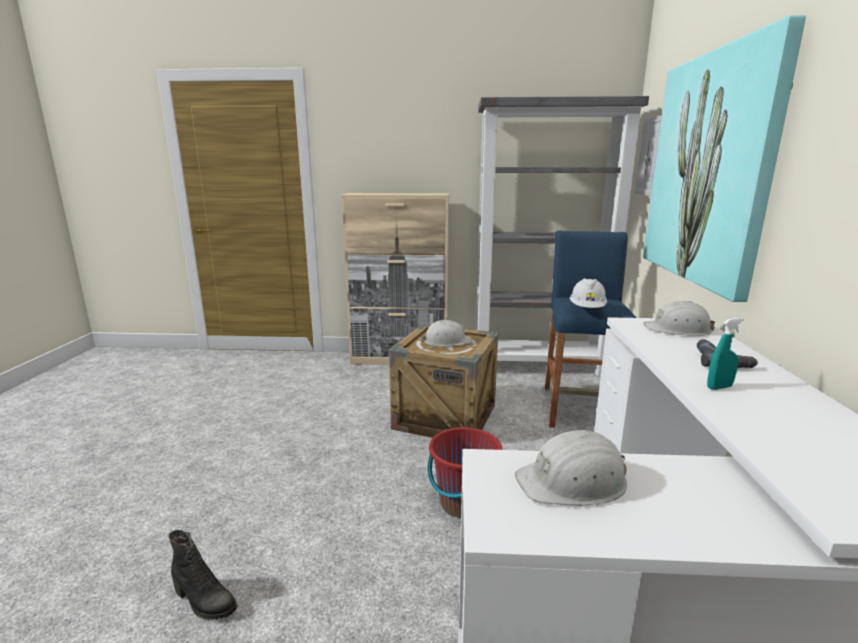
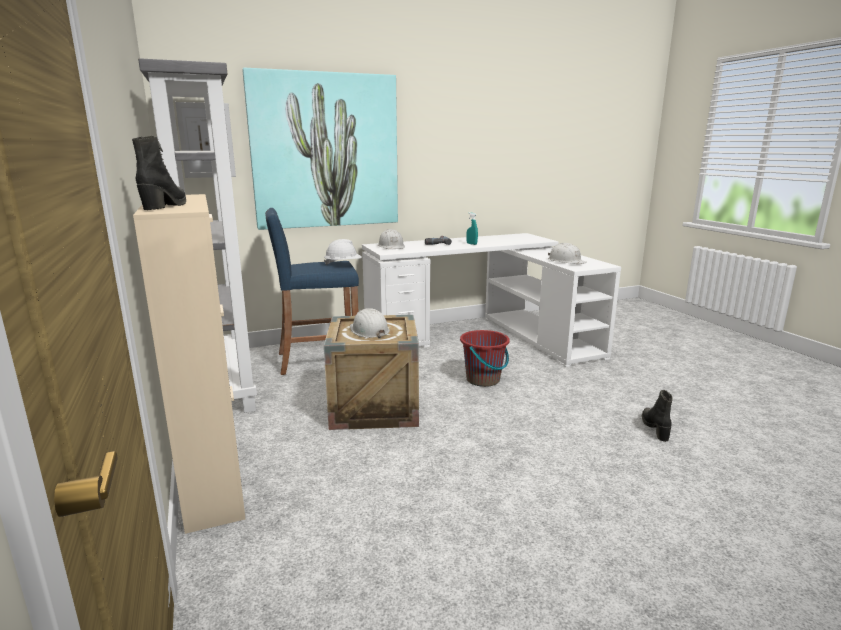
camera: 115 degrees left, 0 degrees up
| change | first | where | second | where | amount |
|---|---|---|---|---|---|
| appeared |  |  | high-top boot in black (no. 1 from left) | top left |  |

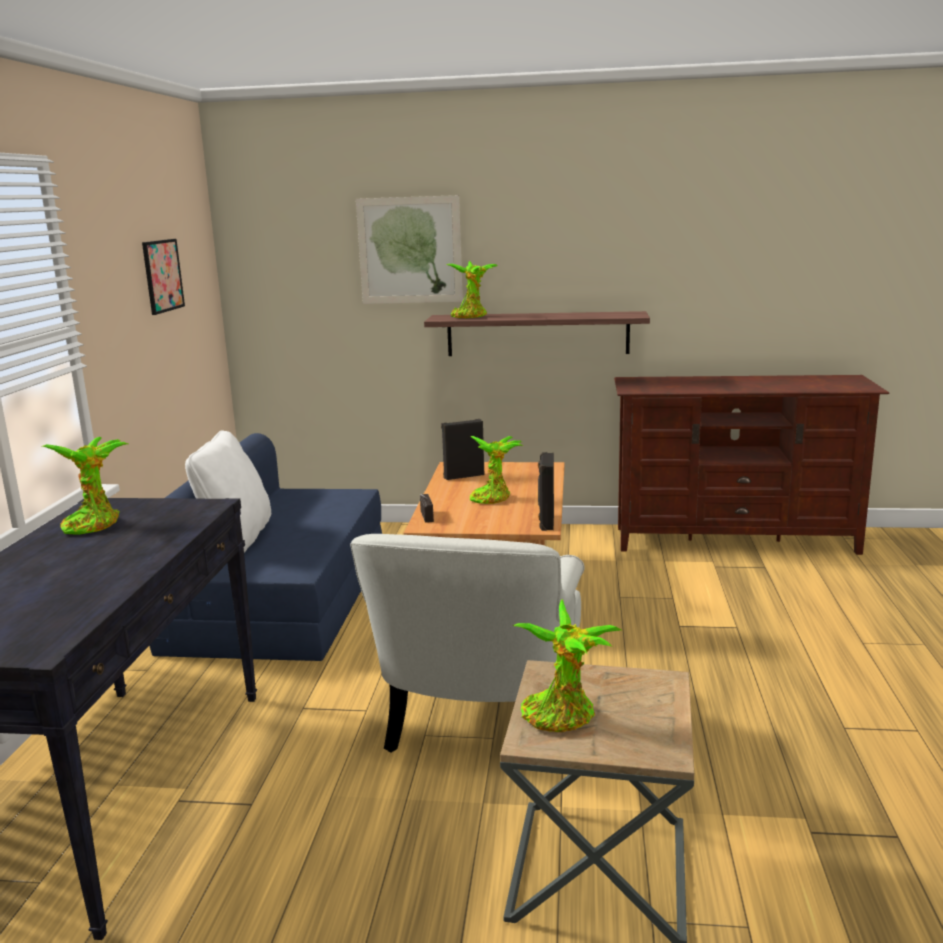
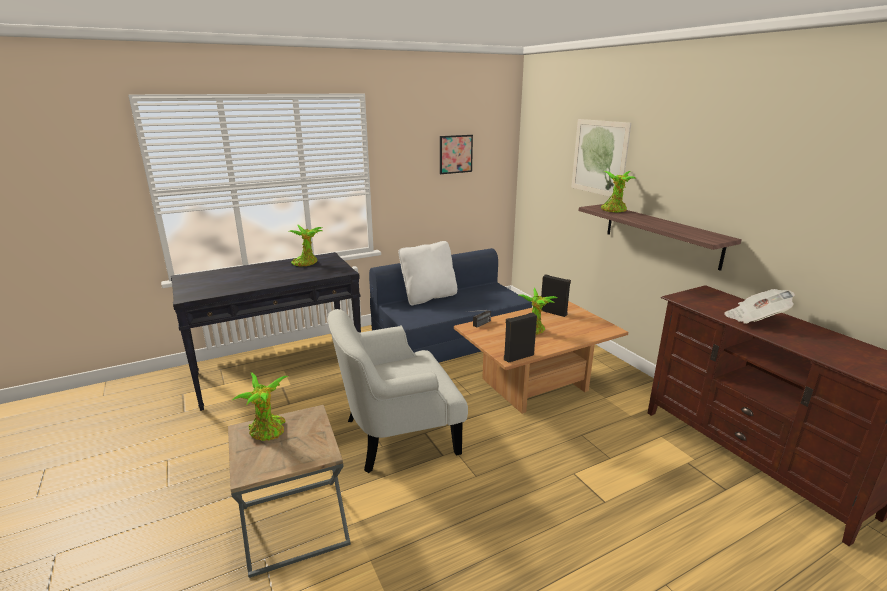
camera: 55 degrees right, 5 degrees up
| change | first | where | second | where | amount |
|---|---|---|---|---|---|
| appeared |  |  | daily paper | middle right |  |

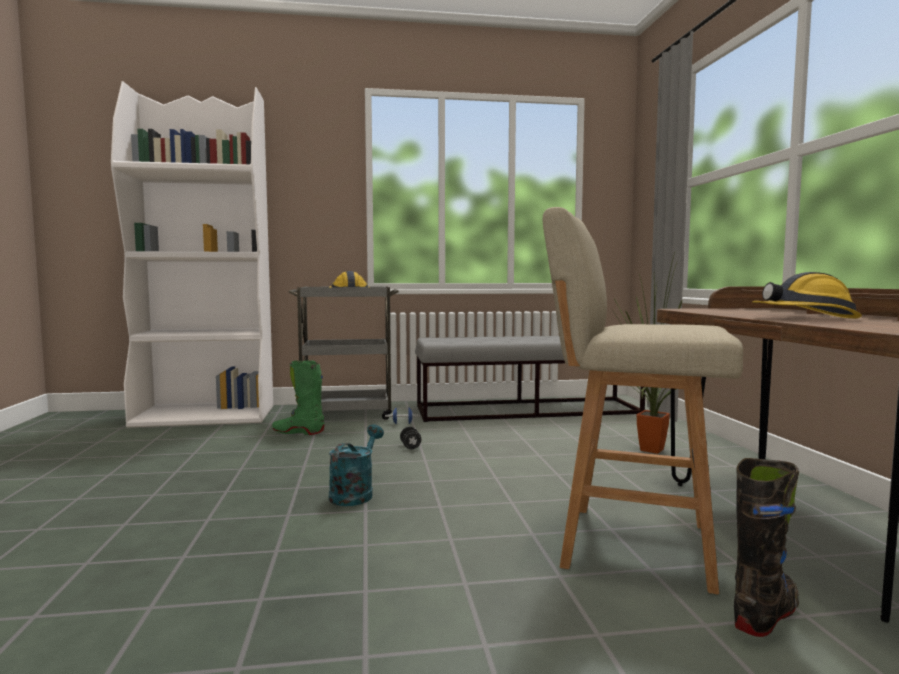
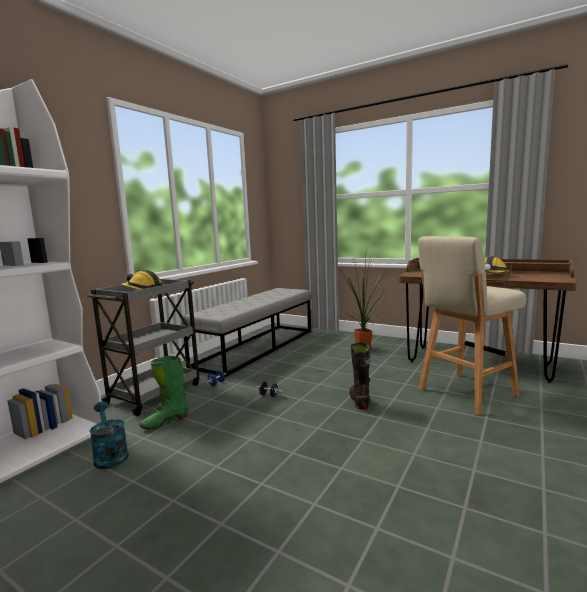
camera: 50 degrees left, 5 degrees up
| change | first | where | second | where | amount |
|---|---|---|---|---|---|
| relocated | sprinkling can in blue-green | bottom centre |  | bottom left |  |
| relocated | high-top boot in black | bottom right |  | centre |  |

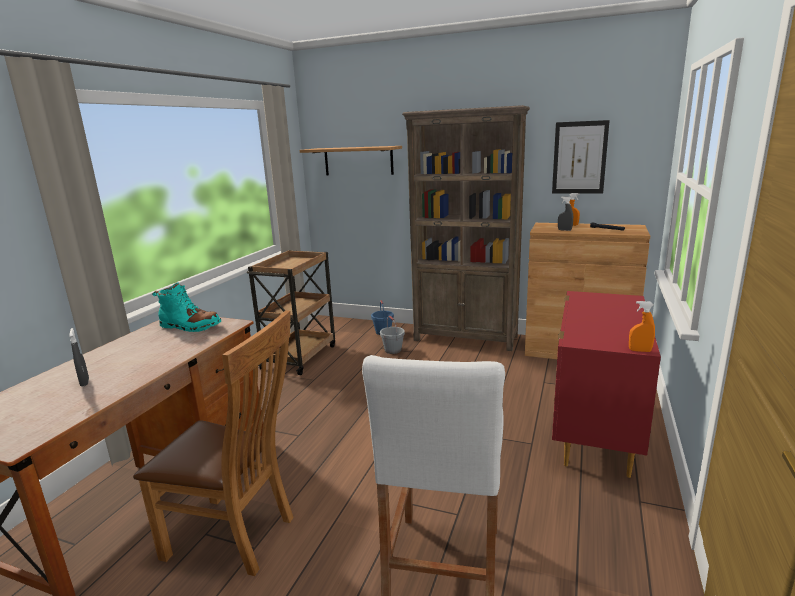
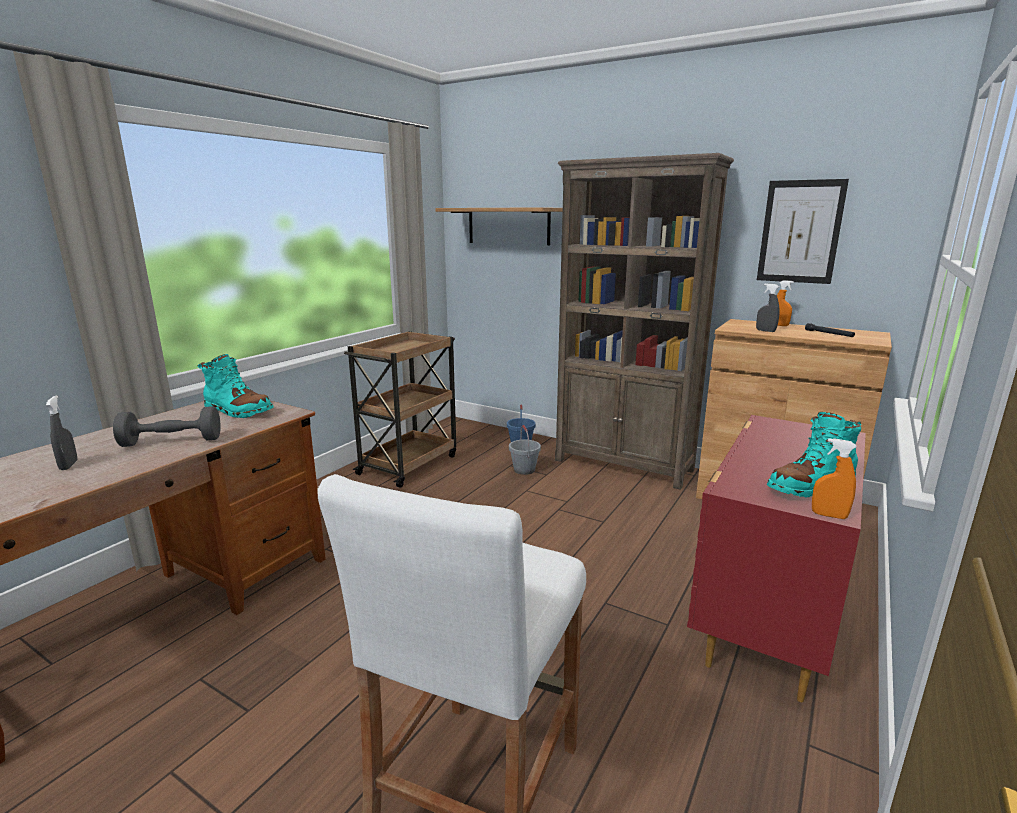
camera: 10 degrees right, 0 degrees up
| change | first | where | second | where | amount |
|---|---|---|---|---|---|
| appeared |  |  | dumbbell in grey | middle left |  |
| appeared |  |  | high-top boot in blue-green (no. 2 from left) | middle right |  |
| missing | upright chair in brown | bottom left |  |  |  |

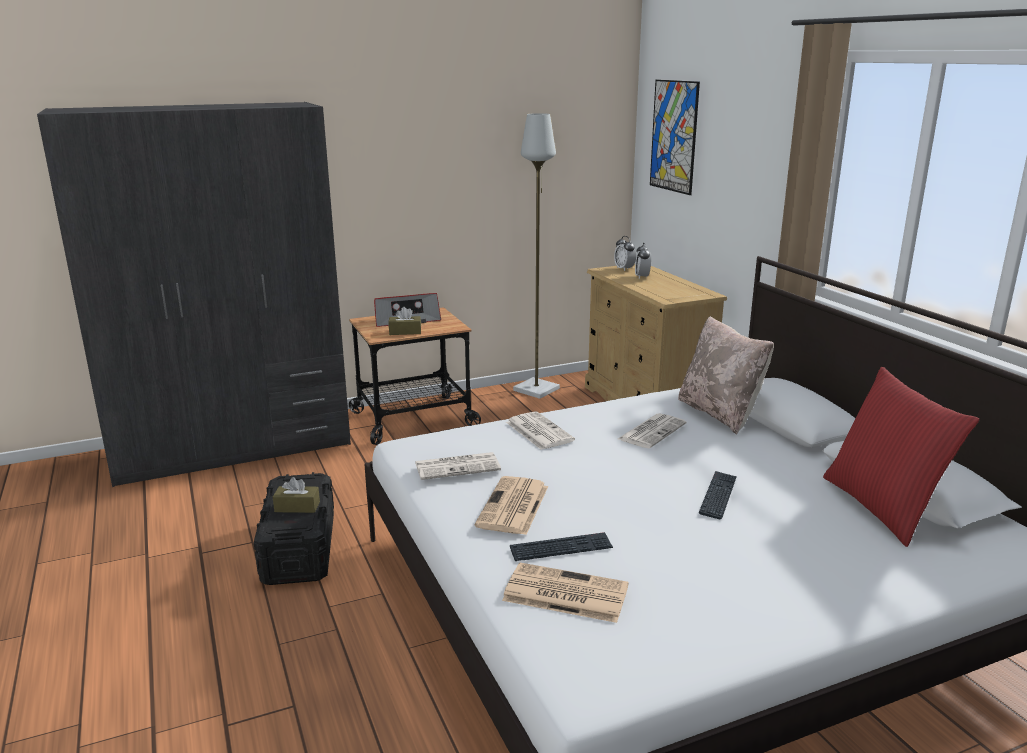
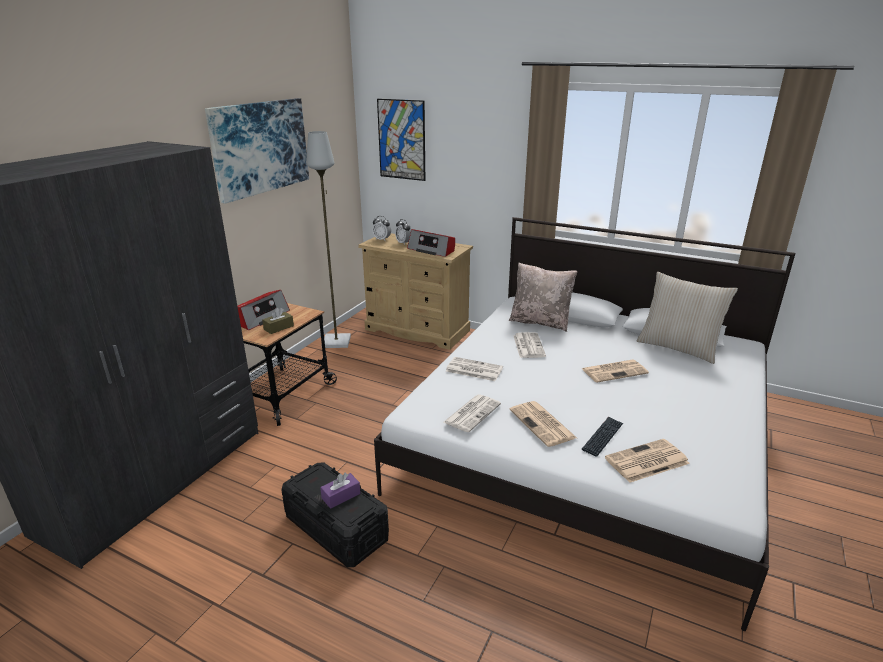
camera: 40 degrees left, 5 degrees up
| change | first | where | second | where | amount |
|---|---|---|---|---|---|
| appeared |  |  | wall picture (no. 1 from left) | top left |  |
| colour | box of tissues in brown (no. 1 from left) | middle left | box of tissues in purplish | bottom centre |  |
| appeared |  |  | radio receiver (no. 2 from left) | centre |  |
| exchanged | keyboard (no. 2 from left) | middle right | daily paper (no. 5 from left) | middle right |  |
| colour | throw pillow in red-coloured | middle right | throw pillow in sand-coloured (no. 2 from left) | middle right |  |

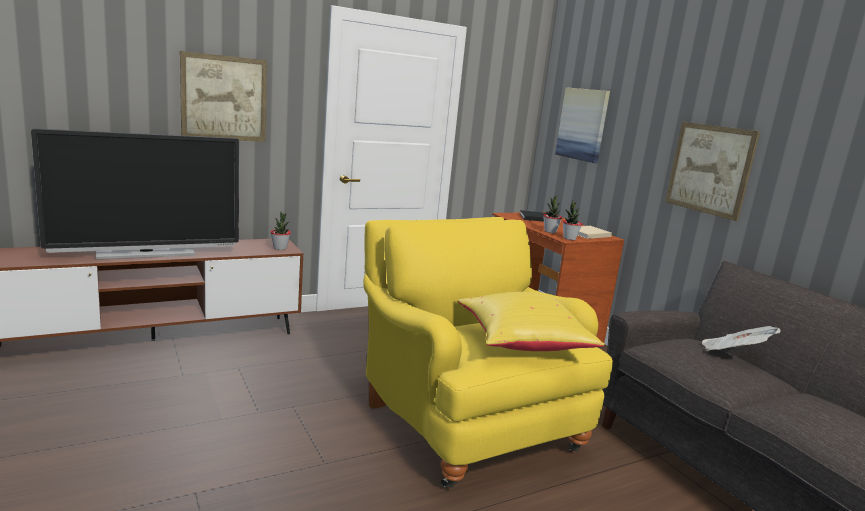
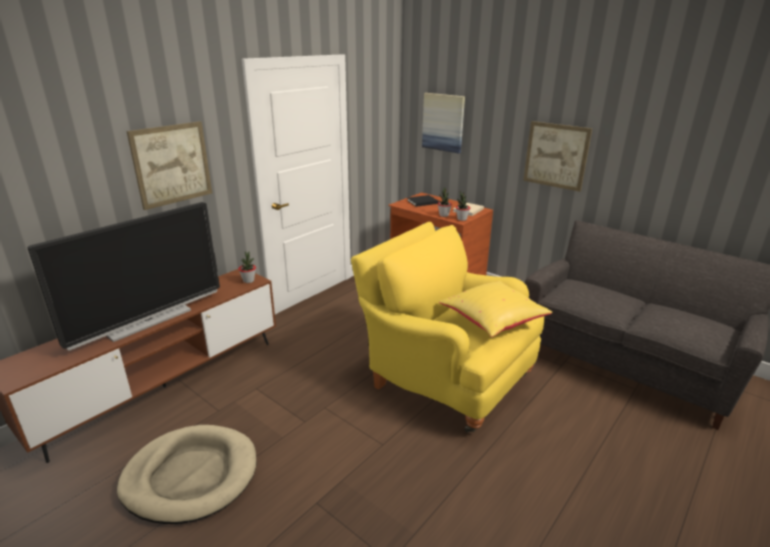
camera: 20 degrees left, 10 degrees up
| change | first | where | second | where | amount |
|---|---|---|---|---|---|
| appeared |  |  | dog bed in sand-coloured | bottom left |  |
| missing | daily paper | middle right |  |  |  |

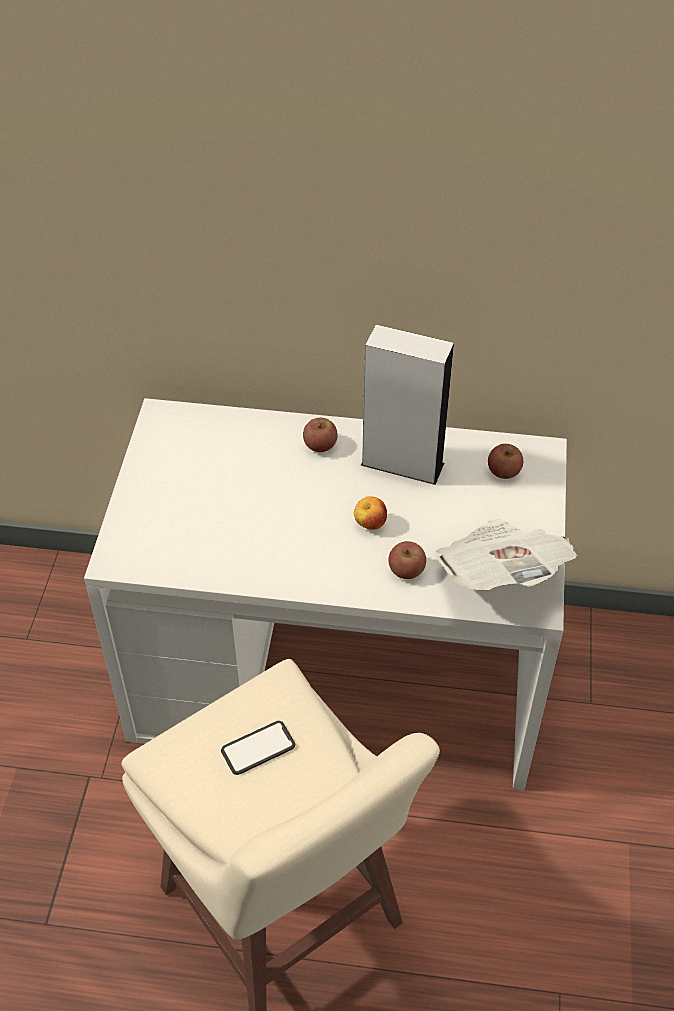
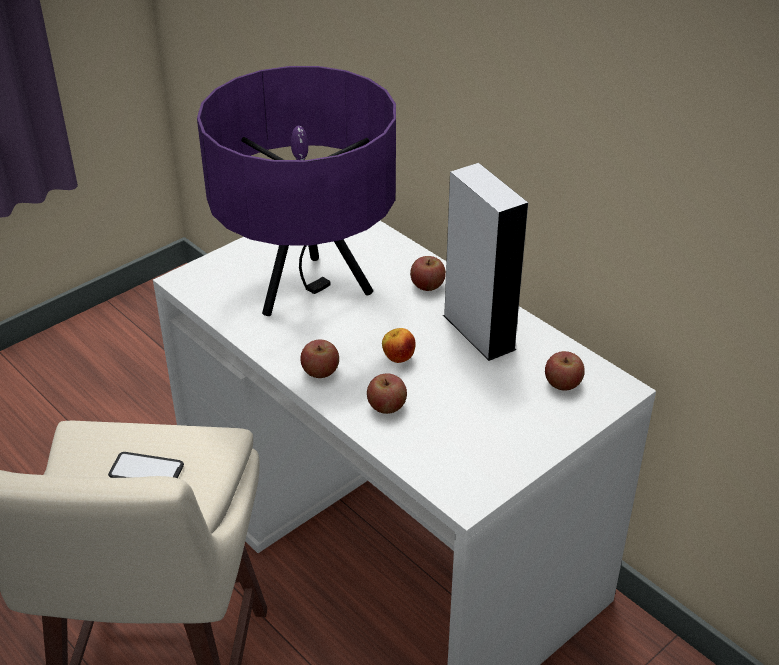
camera: 40 degrees right, 10 degrees down
| change | first | where | second | where | amount |
|---|---|---|---|---|---|
| appeared |  |  | table lamp in purplish | top centre |  |
| appeared |  |  | apple (no. 1 from left) | centre |  |
| missing | daily paper | middle right |  |  |  |

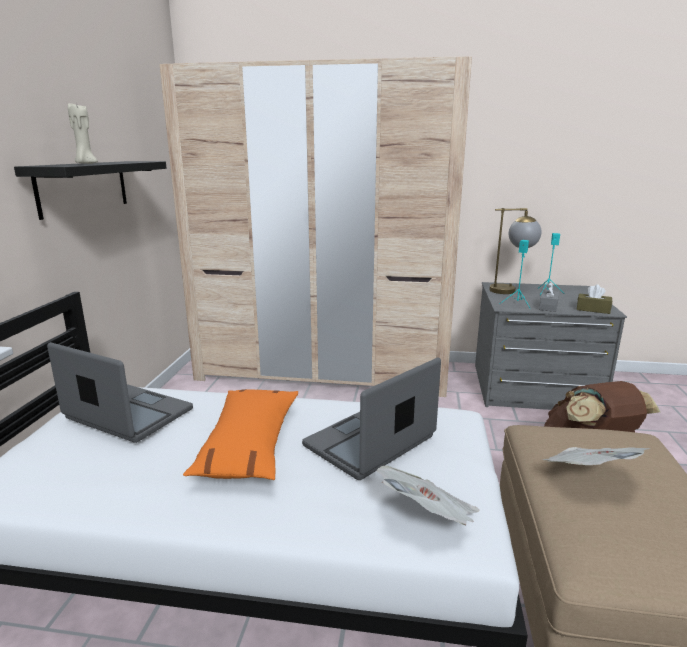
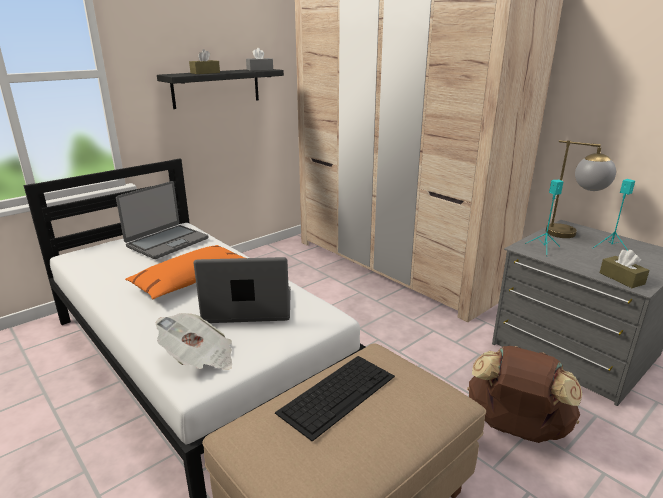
camera: 40 degrees right, 5 degrees up
| change | first | where | second | where | amount |
|---|---|---|---|---|---|
| spun | notebook computer (no. 1 from left) | middle left |  | middle left | 60 degrees clockwise |
| exchanged | candle in sand-coloured | top left | box of tissues in brown (no. 1 from left) | top left |  |
| relocated | box of tissues in grey | middle right |  | top centre |  |
| exchanged | daily paper (no. 2 from left) | bottom right | keyboard | bottom centre |  |

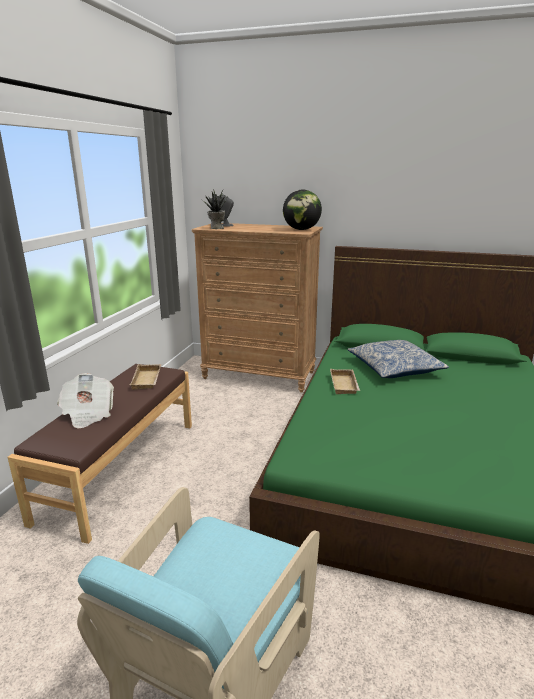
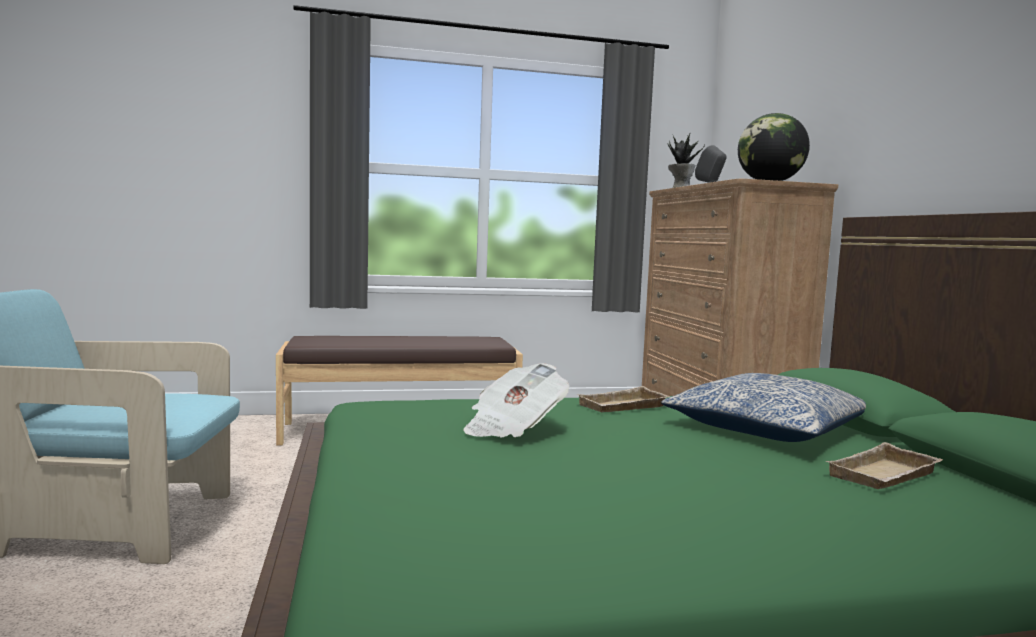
camera: 60 degrees right, 15 degrees down
| change | first | where | second | where | amount |
|---|---|---|---|---|---|
| relocated | daily paper | middle left |  | centre |  |
| relocated | tray in sand-coloured (no. 1 from left in the first image) | middle left | tray in sand-coloured (no. 2 from left) | bottom right |  |

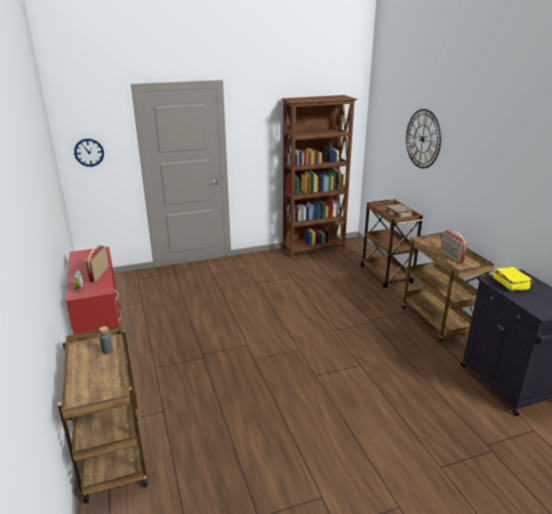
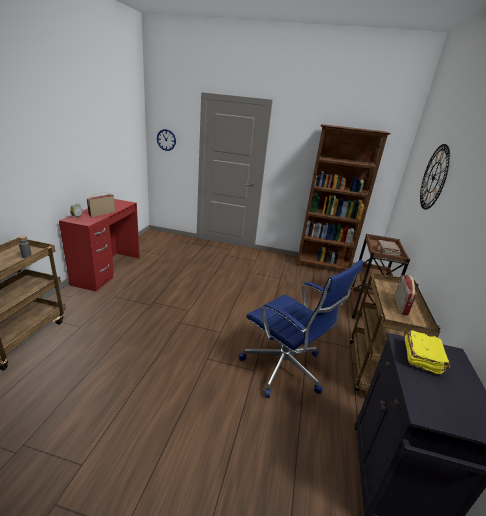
camera: 30 degrees right, 0 degrees up
| change | first | where | second | where | amount |
|---|---|---|---|---|---|
| appeared |  |  | office chair in blue | centre |  |

